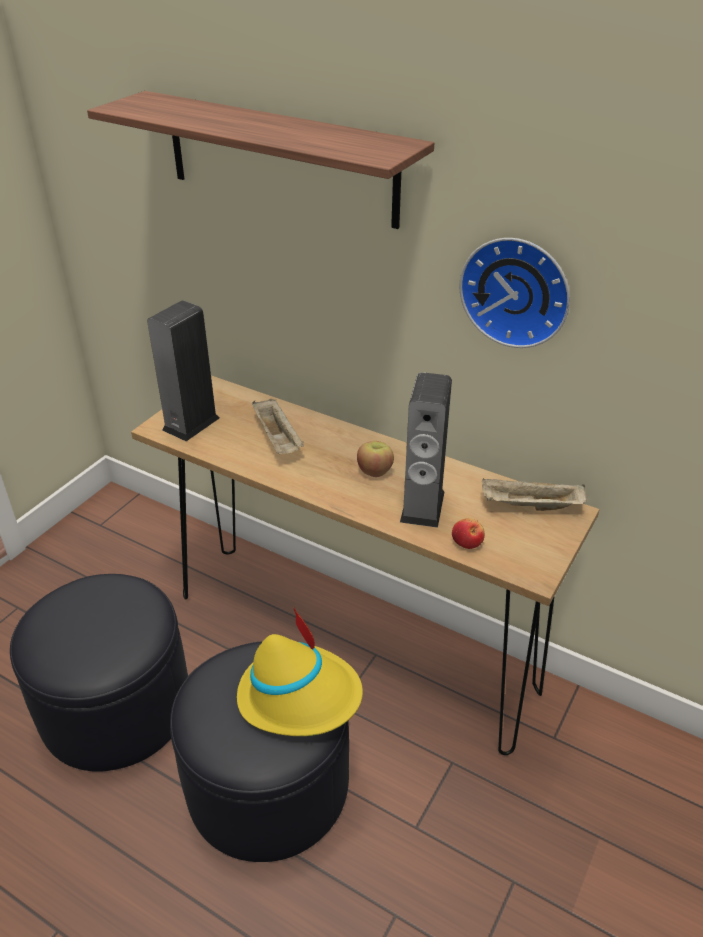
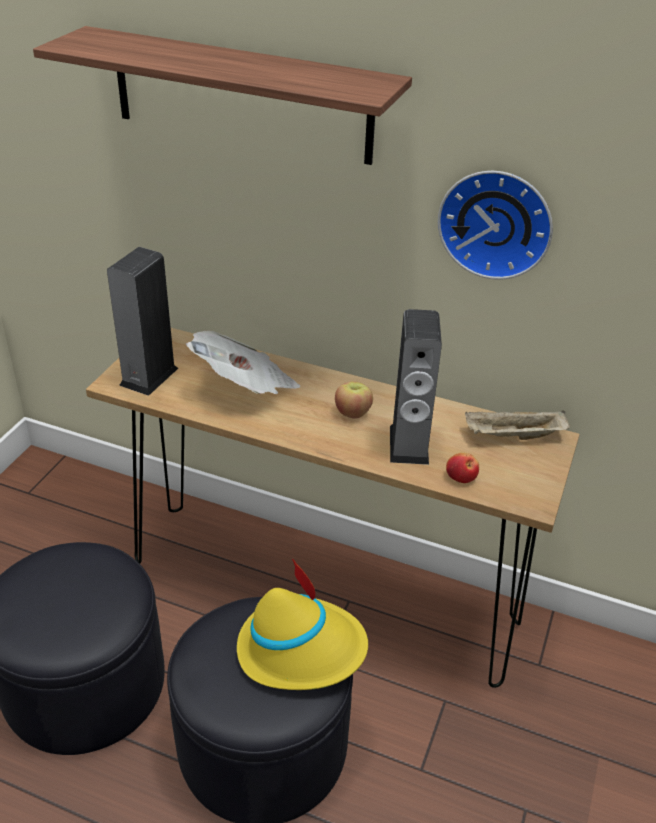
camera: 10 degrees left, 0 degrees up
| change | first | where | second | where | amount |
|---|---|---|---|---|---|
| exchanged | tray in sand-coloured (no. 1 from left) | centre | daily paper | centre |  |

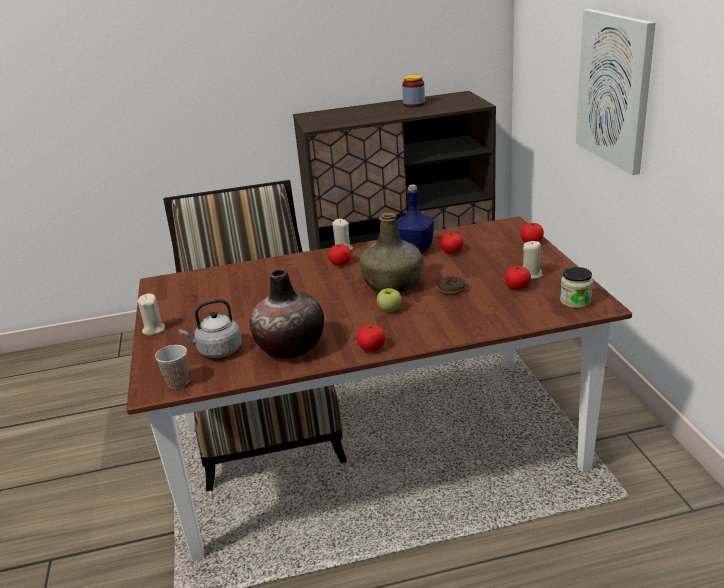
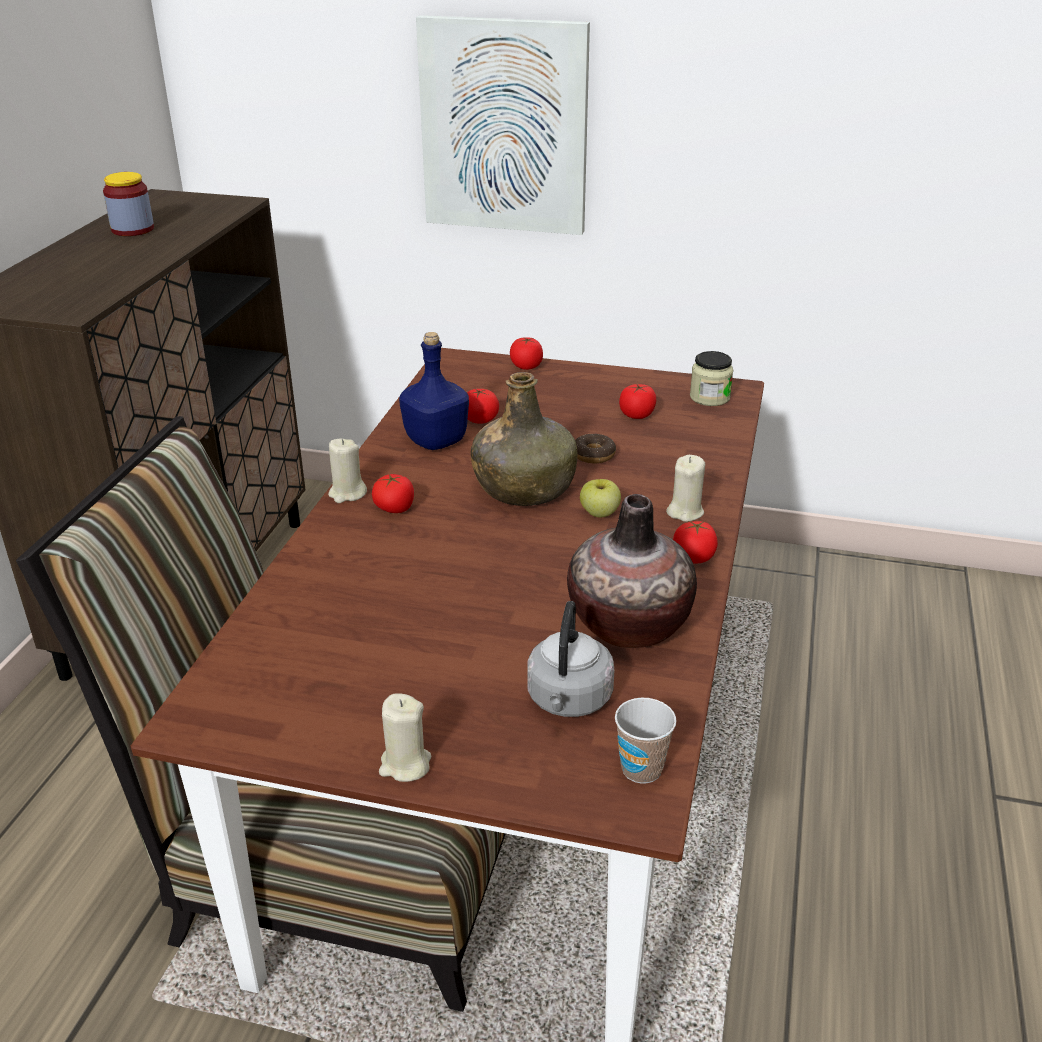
camera: 65 degrees left, 5 degrees up
| change | first | where | second | where | amount |
|---|---|---|---|---|---|
| relocated | candle in sand-coloured (no. 3 from left) | middle right |  | centre |  |

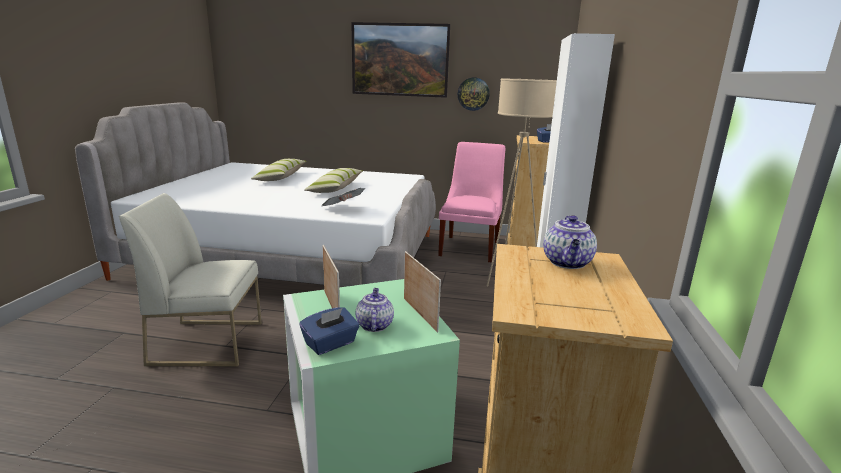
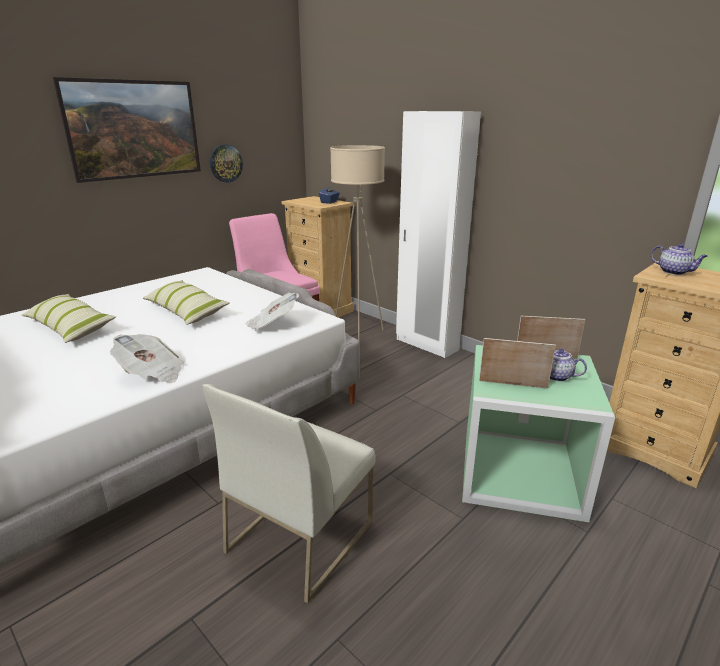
camera: 55 degrees left, 5 degrees up
| change | first | where | second | where | amount |
|---|---|---|---|---|---|
| appeared |  |  | daily paper (no. 1 from left) | middle left |  |
| missing | box of tissues in blue (no. 1 from left) | bottom centre |  |  |  |

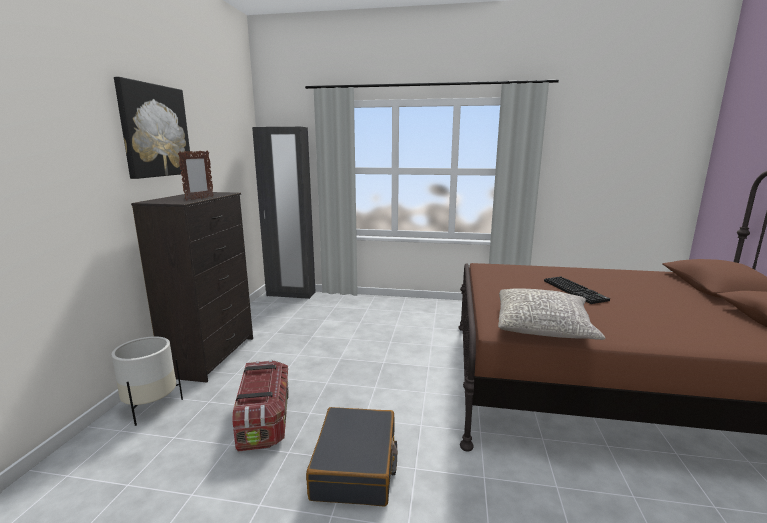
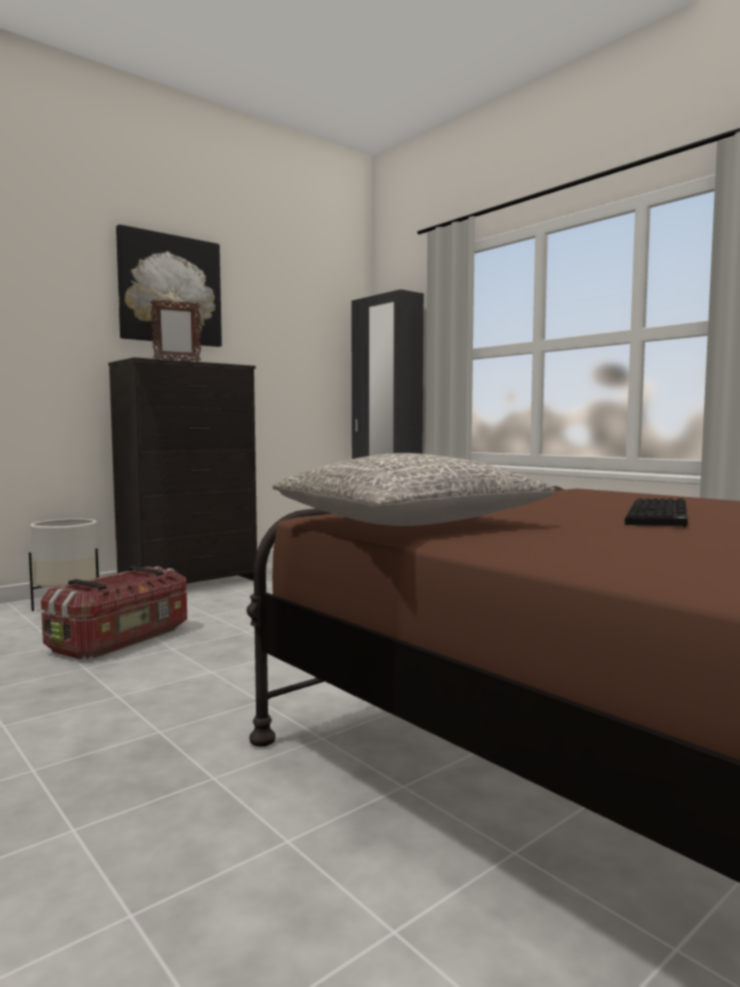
camera: 40 degrees right, 10 degrees down
| change | first | where | second | where | amount |
|---|---|---|---|---|---|
| missing | travel case in black | bottom centre |  |  |  |

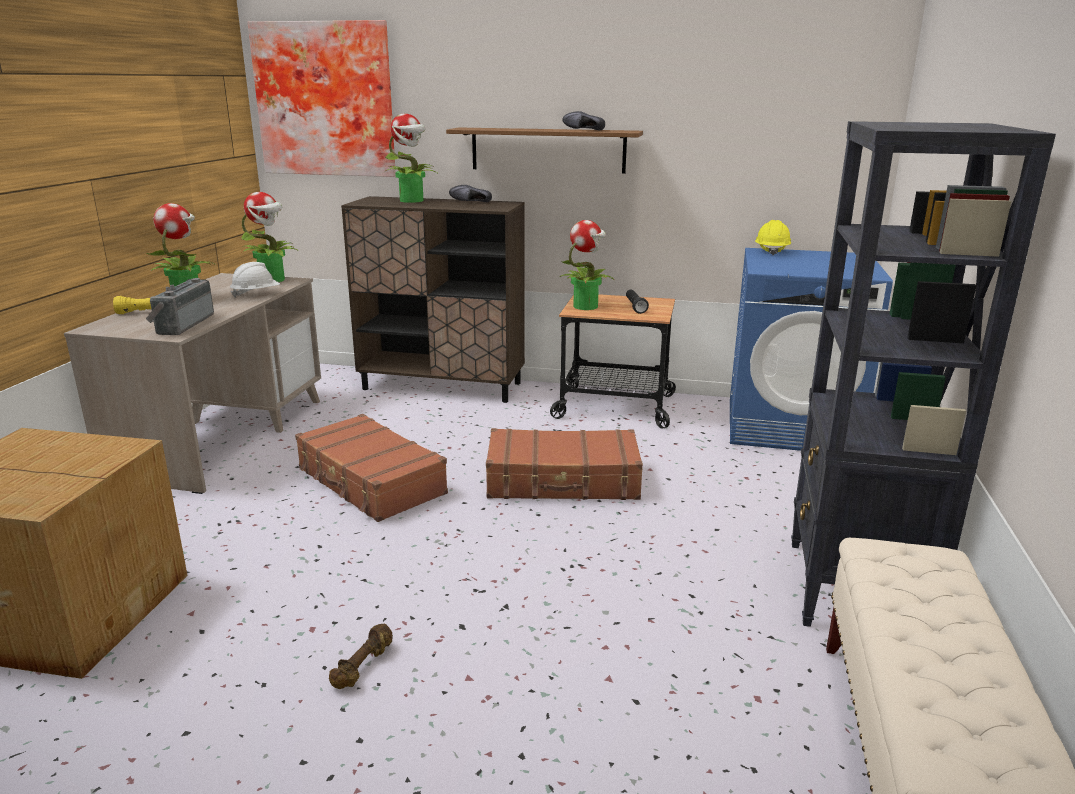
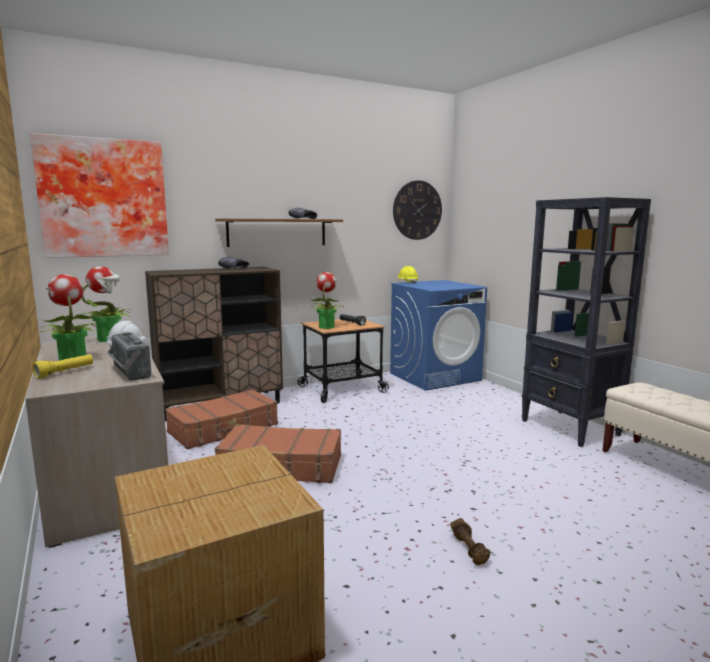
camera: 40 degrees left, 10 degrees down
| change | first | where | second | where | amount |
|---|---|---|---|---|---|
| relocated | travel case in brown (no. 2 from left in the first image) | centre | travel case in brown (no. 1 from left) | middle left |  |
| appeared |  |  | clock on the wall | top centre |  |
| missing | plant in a pot (no. 3 from left) | top centre |  |  |  |

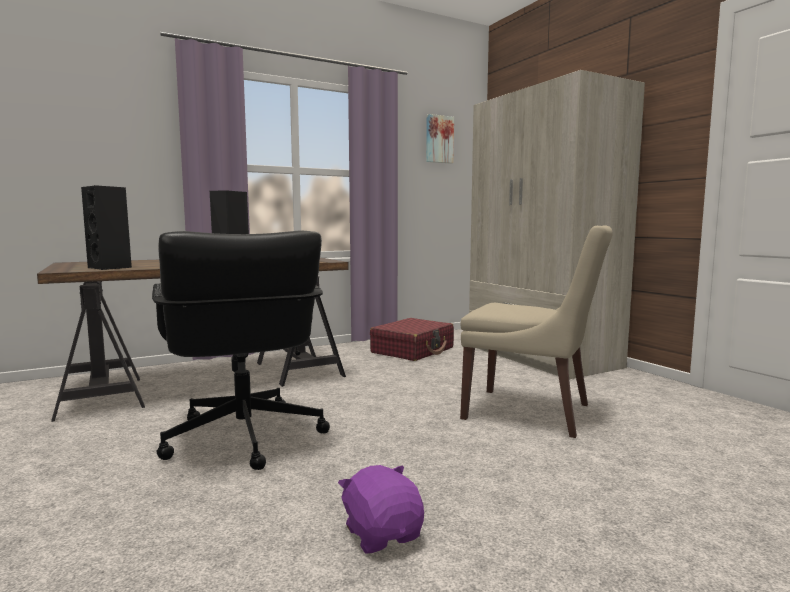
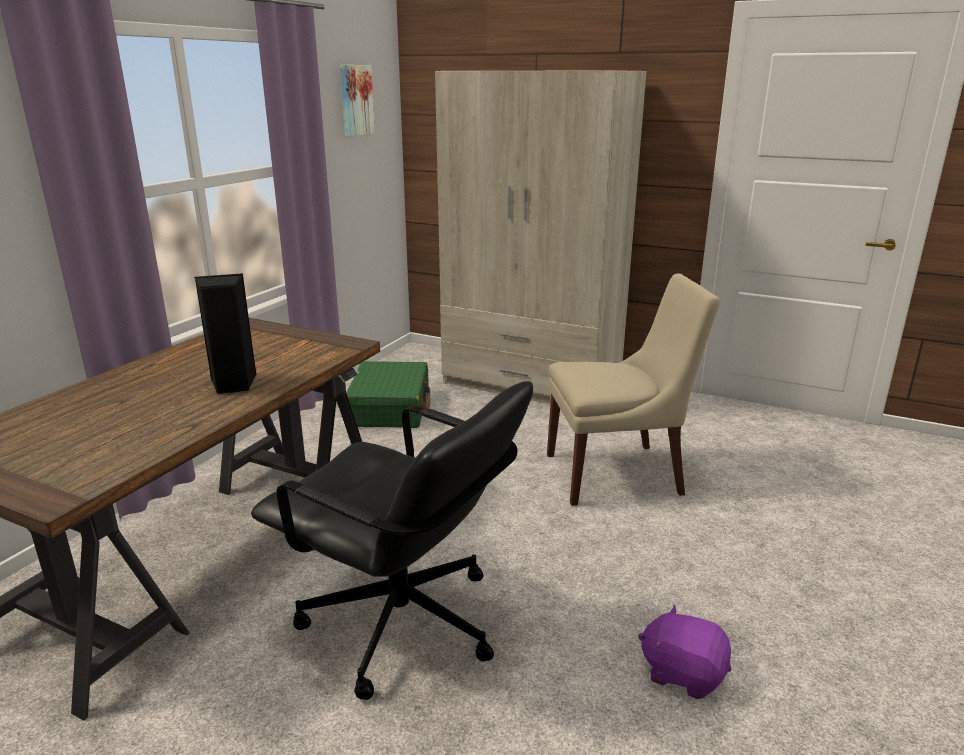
camera: 35 degrees left, 15 degrees up
| change | first | where | second | where | amount |
|---|---|---|---|---|---|
| colour | travel case in red-coloured | centre | travel case in green-coloured | centre |  |
| missing | audio speaker in black (no. 1 from left) | middle left |  |  |  |

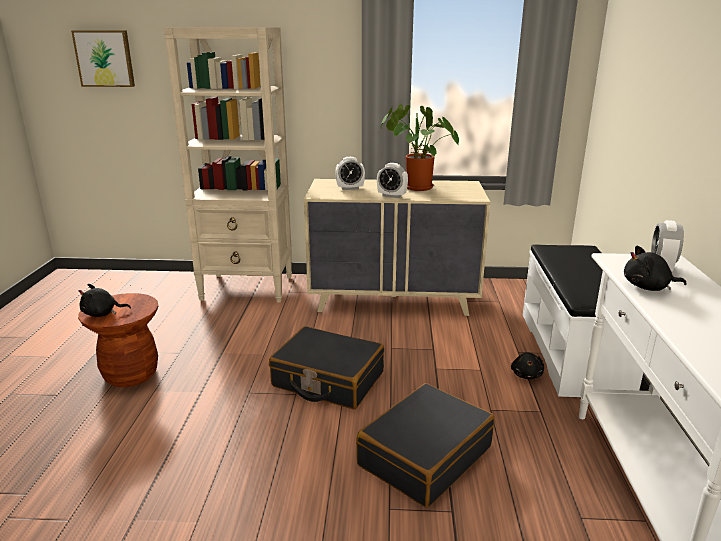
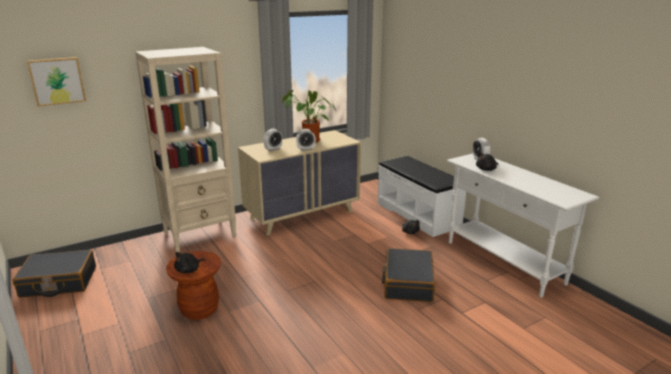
camera: 35 degrees left, 0 degrees up
| change | first | where | second | where | amount |
|---|---|---|---|---|---|
| relocated | travel case in black (no. 1 from left) | bottom centre |  | bottom left |  |

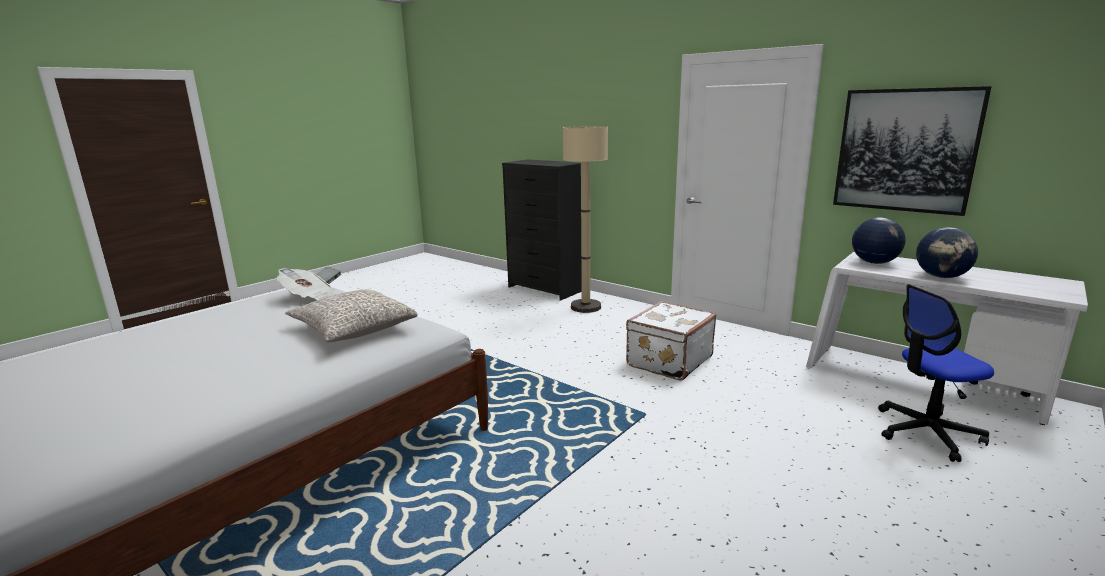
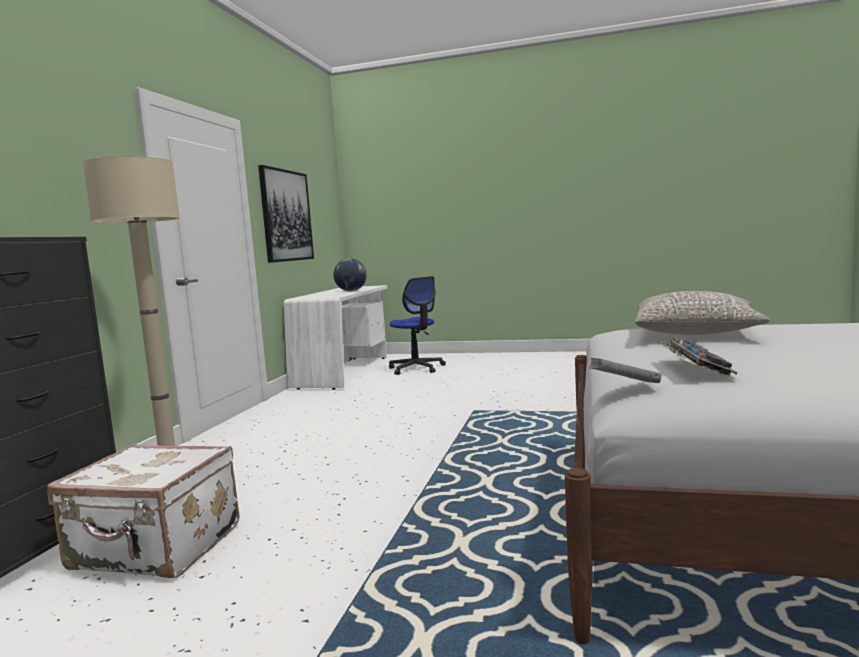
camera: 115 degrees left, 10 degrees down
| change | first | where | second | where | amount |
|---|---|---|---|---|---|
| relocated | travel case in white | centre |  | bottom left |  |
| exchanged | daily paper | middle left | keyboard | middle right |  |
| missing | globe (no. 1 from left) | middle right |  |  |  |

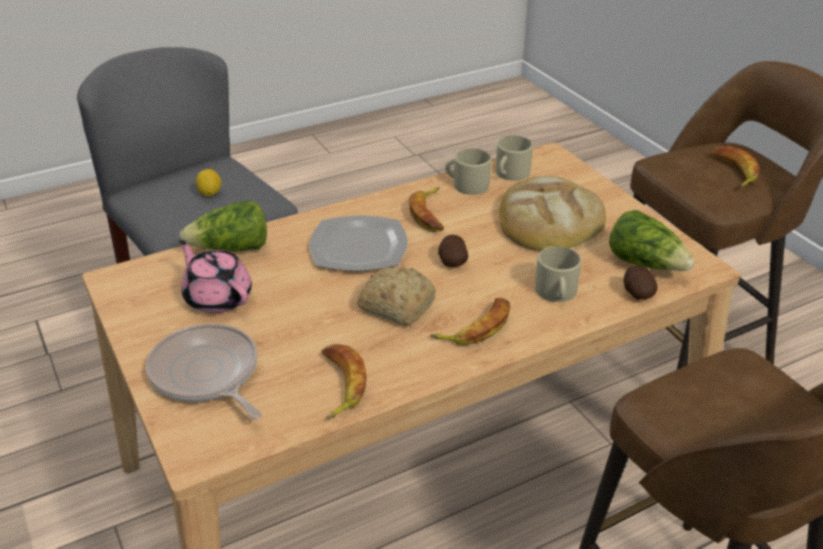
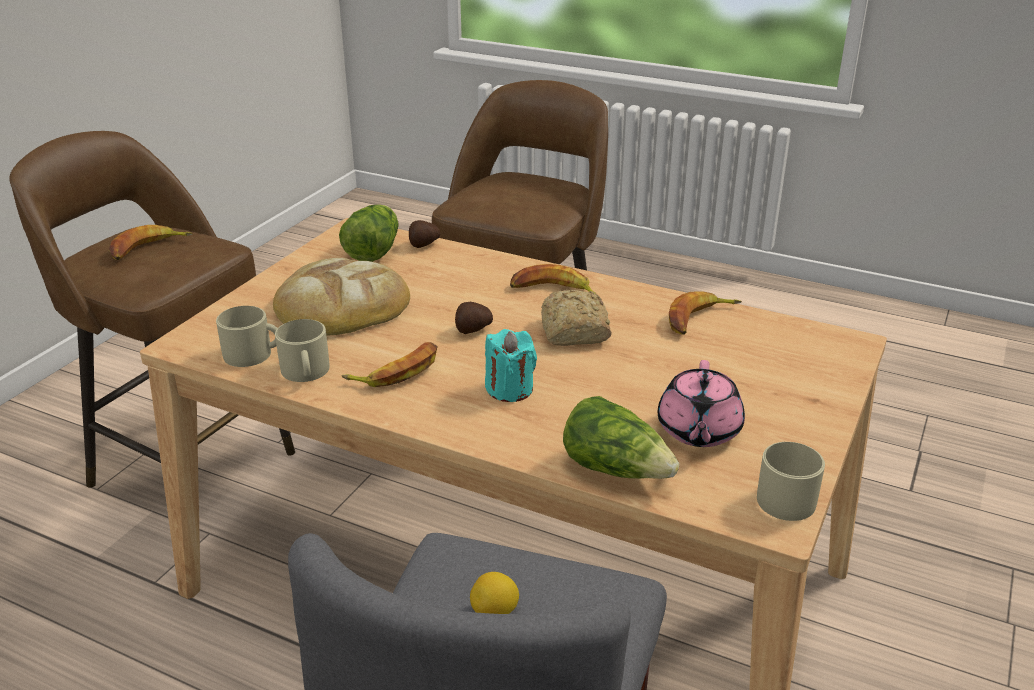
camera: 125 degrees left, 5 degrees down
| change | first | where | second | where | amount |
|---|---|---|---|---|---|
| exchanged | plate | centre | candle in blue-green | centre |  |
| relocated | coffee mug in sand-coloured (no. 3 from left) | middle right |  | bottom right |  |
| missing | skillet | bottom left |  |  |  |

